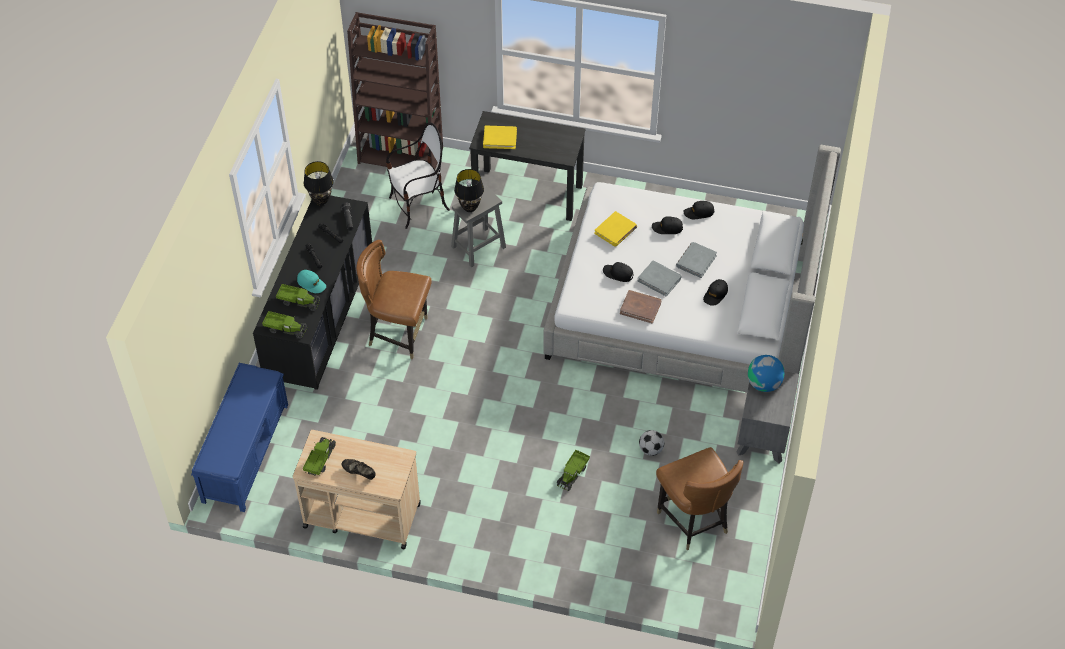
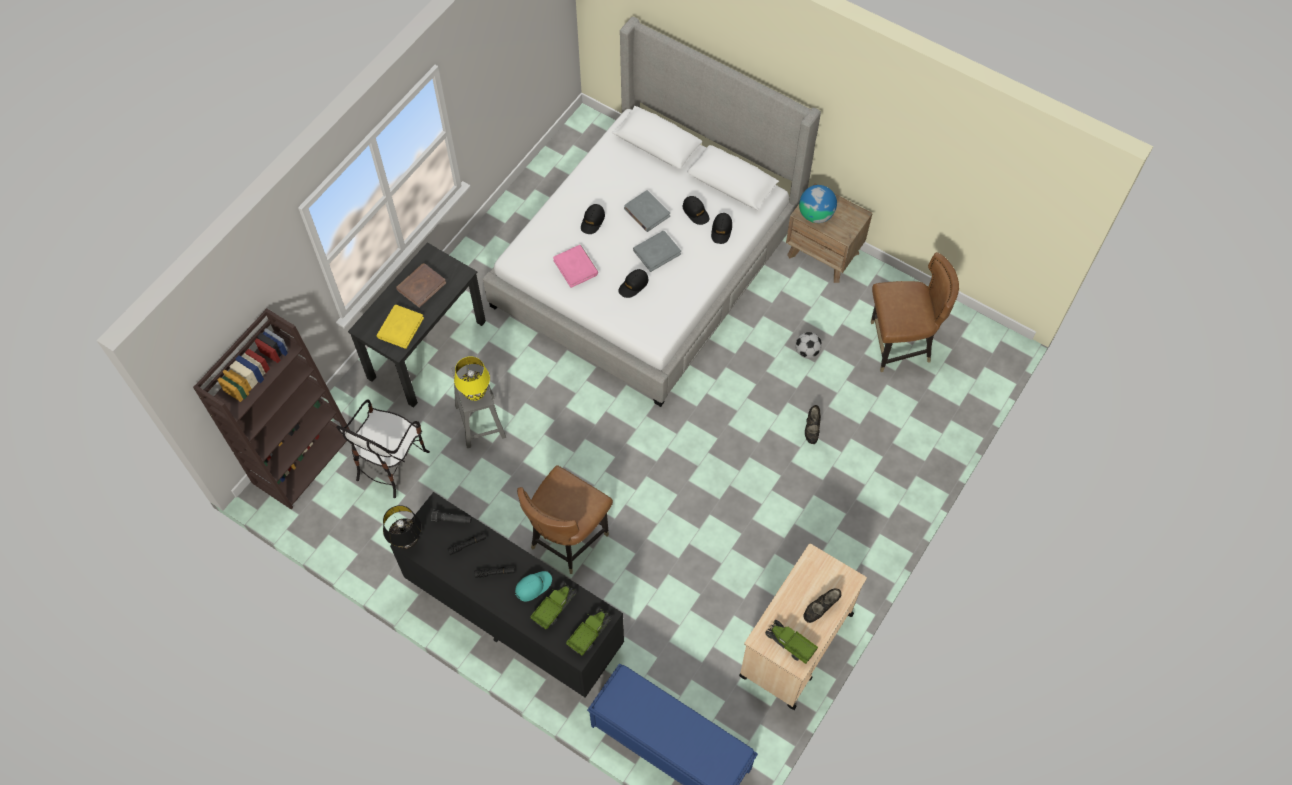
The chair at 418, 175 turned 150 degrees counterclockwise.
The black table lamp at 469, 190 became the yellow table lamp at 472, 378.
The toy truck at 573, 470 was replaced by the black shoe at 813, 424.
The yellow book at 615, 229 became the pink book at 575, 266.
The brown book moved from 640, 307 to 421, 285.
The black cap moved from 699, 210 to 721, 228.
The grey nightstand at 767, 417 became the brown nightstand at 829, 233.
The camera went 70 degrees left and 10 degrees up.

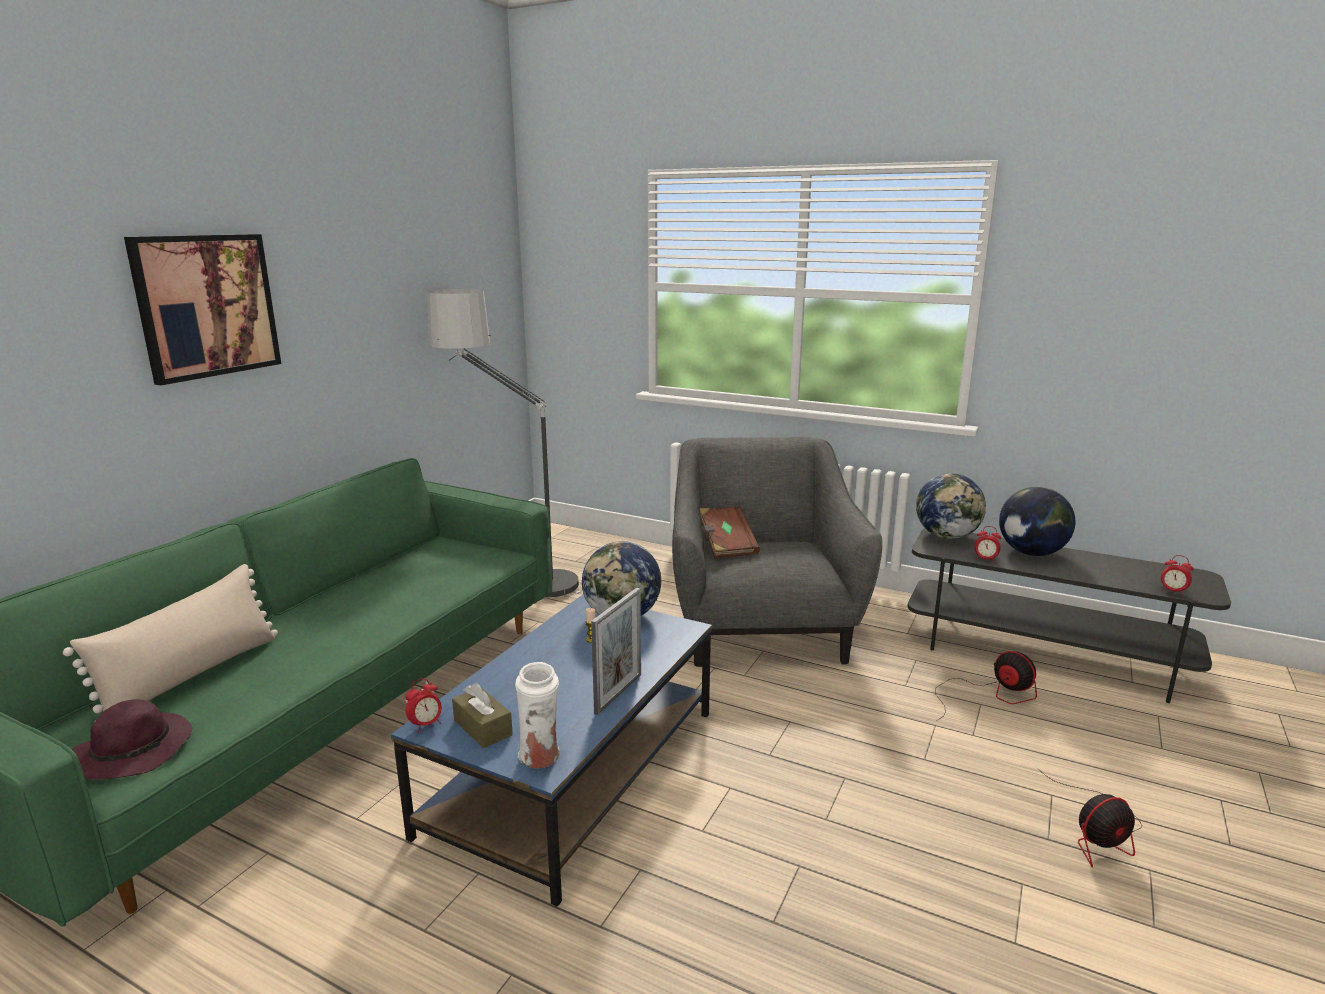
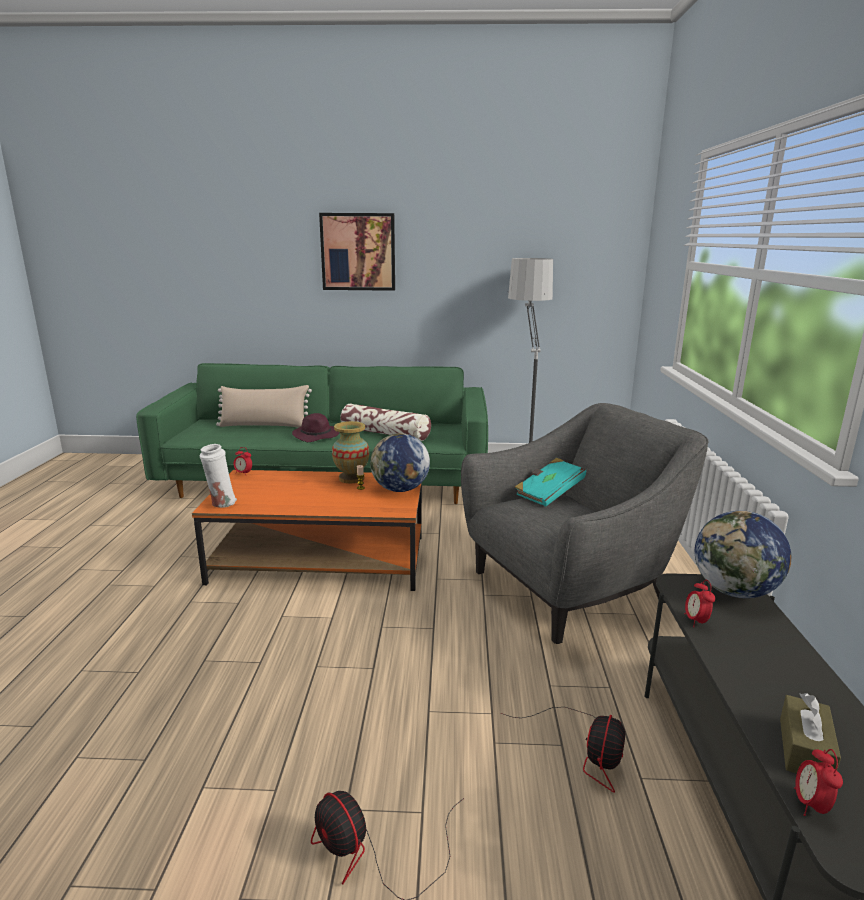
The purple hat moved from 132, 739 to 316, 427.
The blue coffee table at 551, 750 became the orange coffee table at 307, 530.
The brown tissue box moved from 482, 715 to 810, 733.
The picture frame at 616, 651 disappeared.
The brown book at 730, 532 became the turquoise book at 550, 482.
The globe at 1037, 521 disappeared.
The vase at 350, 452 appeared.
The pillow at 386, 422 appeared.
The camera went 65 degrees right and 0 degrees up.

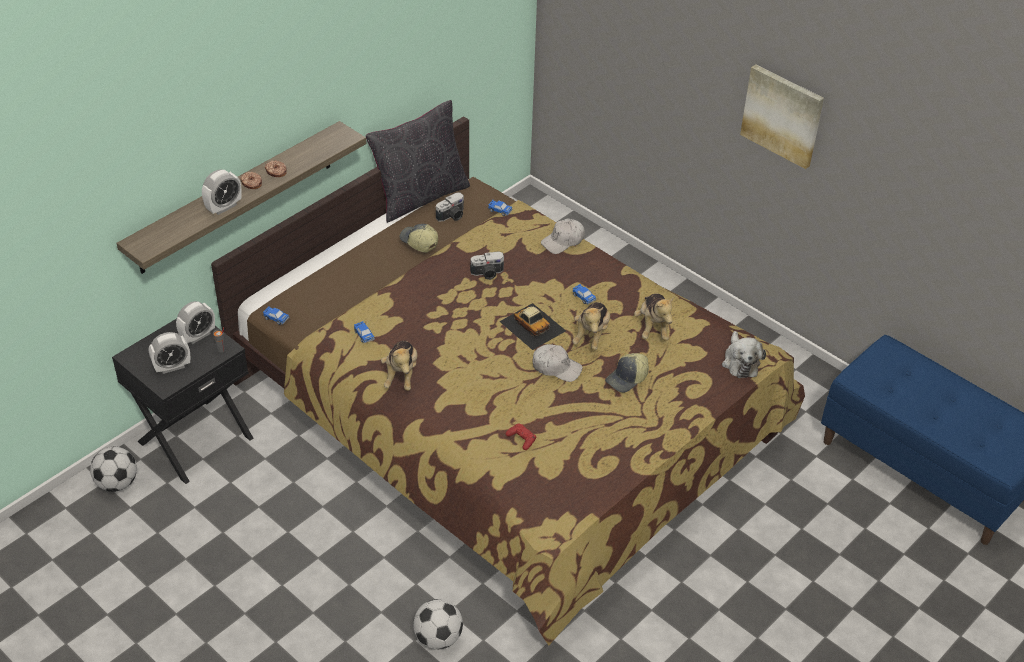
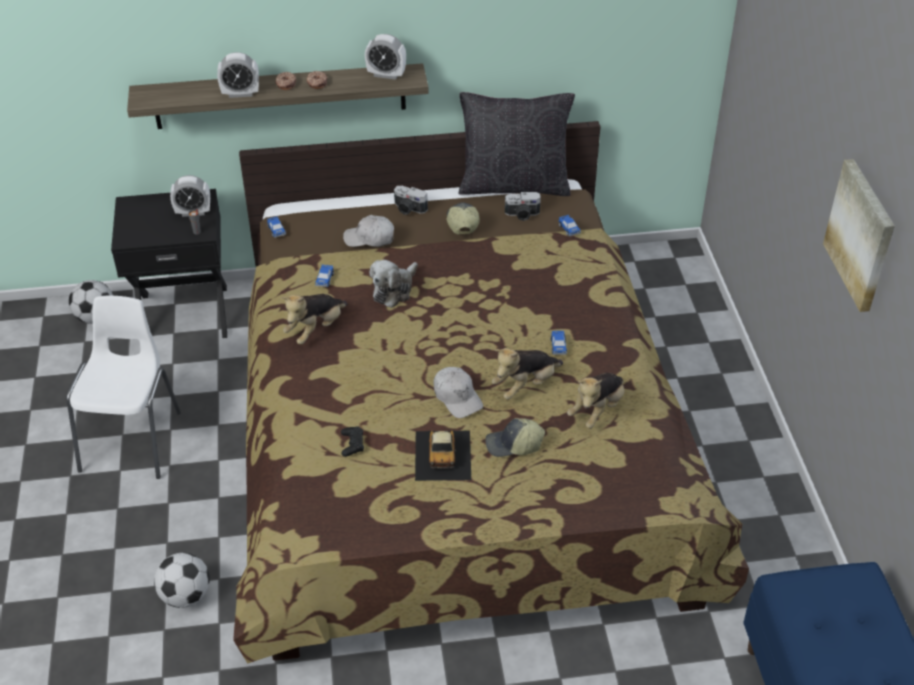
The alarm clock moved from 169, 353 to 385, 57.
The photo camera moved from 487, 265 to 411, 200.
The toy car moved from 532, 326 to 443, 455.
The red game controller at 521, 437 became the black game controller at 352, 441.
The white cap moved from 563, 236 to 368, 231.
The plush toy moved from 744, 354 to 393, 284.
The white chair at 124, 387 appeared.
The camera went 40 degrees right and 0 degrees up.

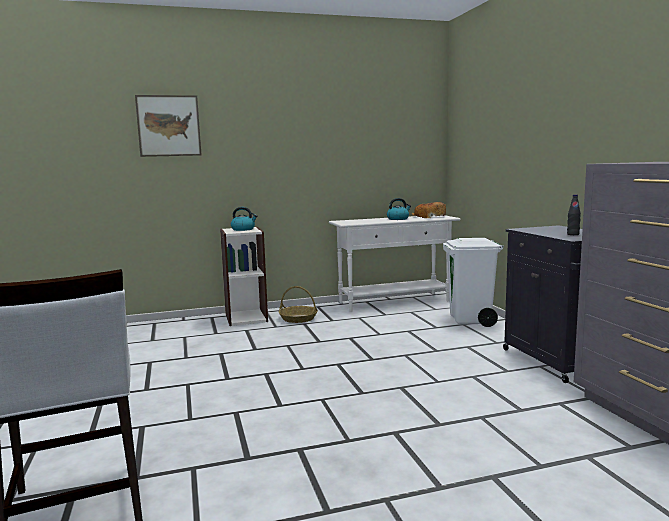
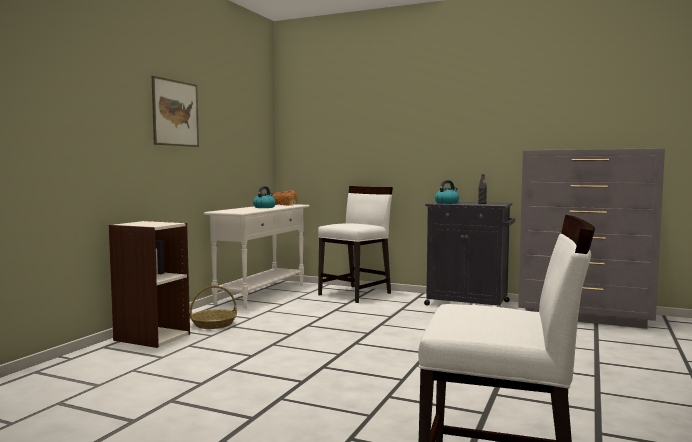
The picture moved from 168, 126 to 175, 111.
The kettle moved from 244, 219 to 447, 192.
The white trash can at 473, 282 was replaced by the white chair at 355, 244.
The camera went 50 degrees left and 5 degrees down.

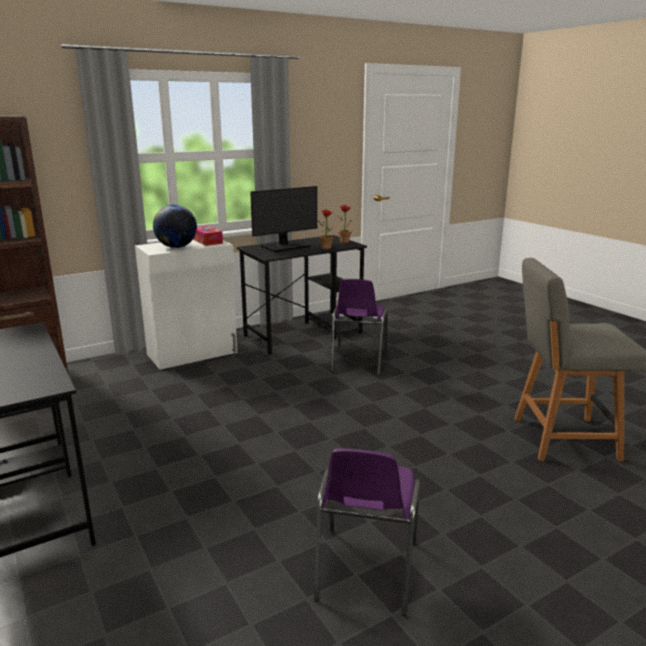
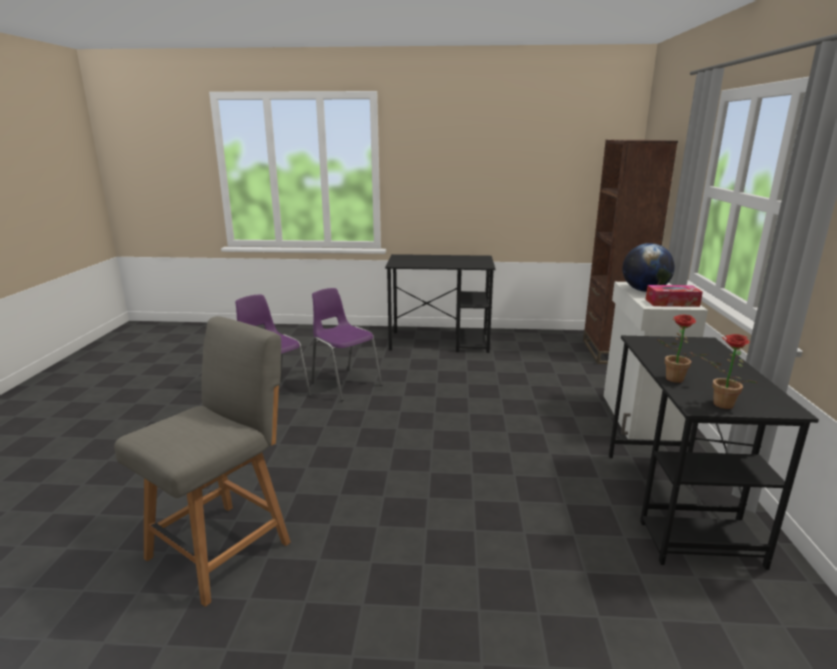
The monitor at 283, 219 disappeared.
The purple chair moved from 359, 327 to 346, 344.
The camera went 125 degrees right and 0 degrees up.

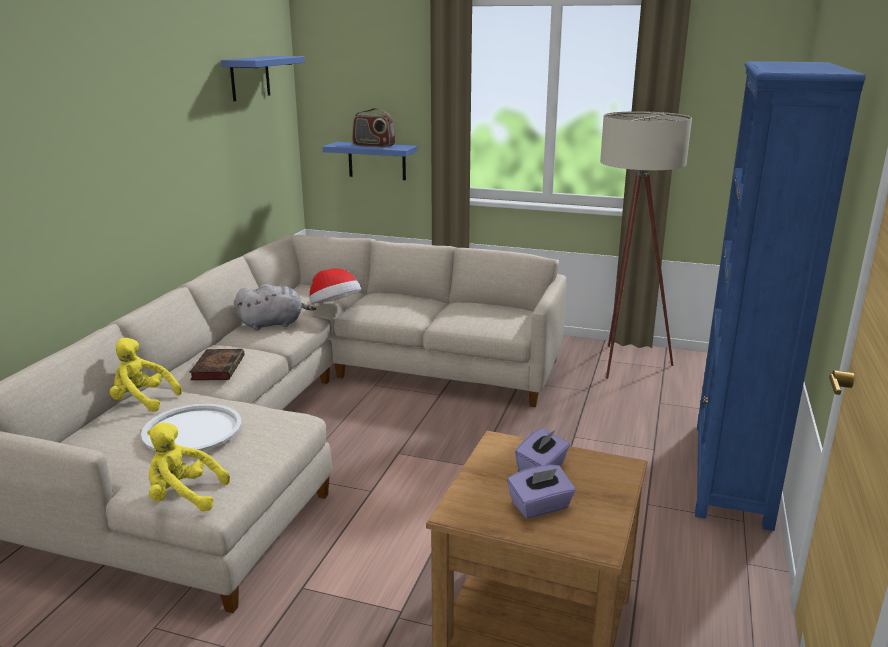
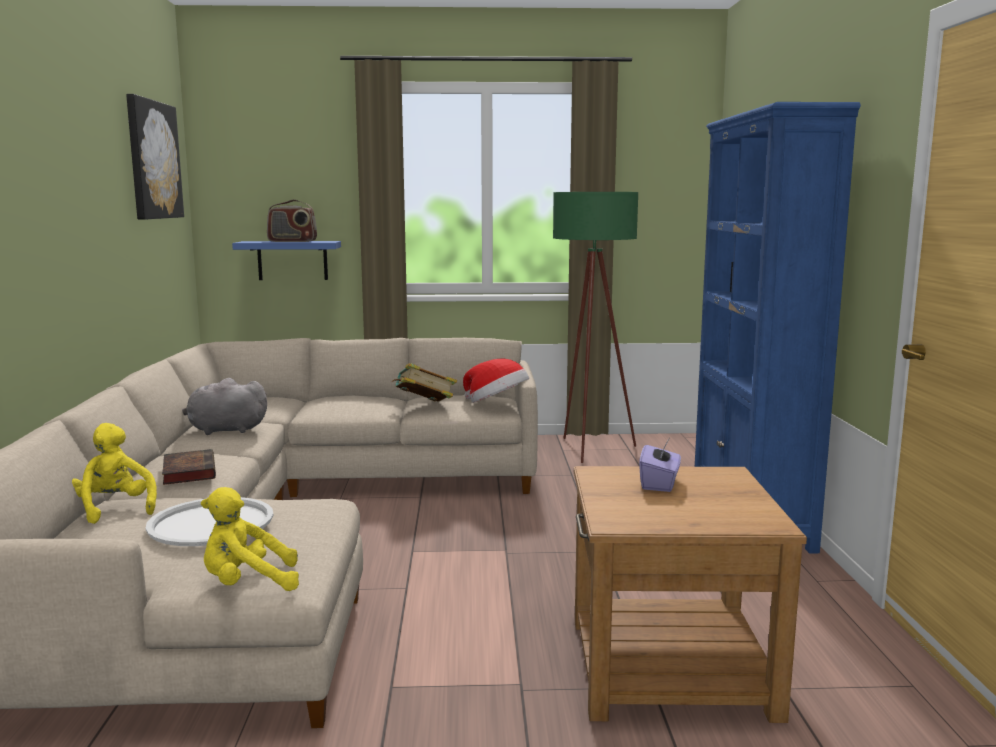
The yellow plush toy at 146, 375 turned 60 degrees clockwise.
The blue shelf at 263, 78 was replaced by the picture at 155, 157.
The grey plush toy at 276, 307 turned 150 degrees counterclockwise.
The hat moved from 335, 286 to 496, 381.
The purple tissue box at 541, 492 disappeared.
The beige floor lamp at 646, 245 became the green floor lamp at 595, 327.
The book at 424, 382 appeared.
The camera went 20 degrees left and 10 degrees down.

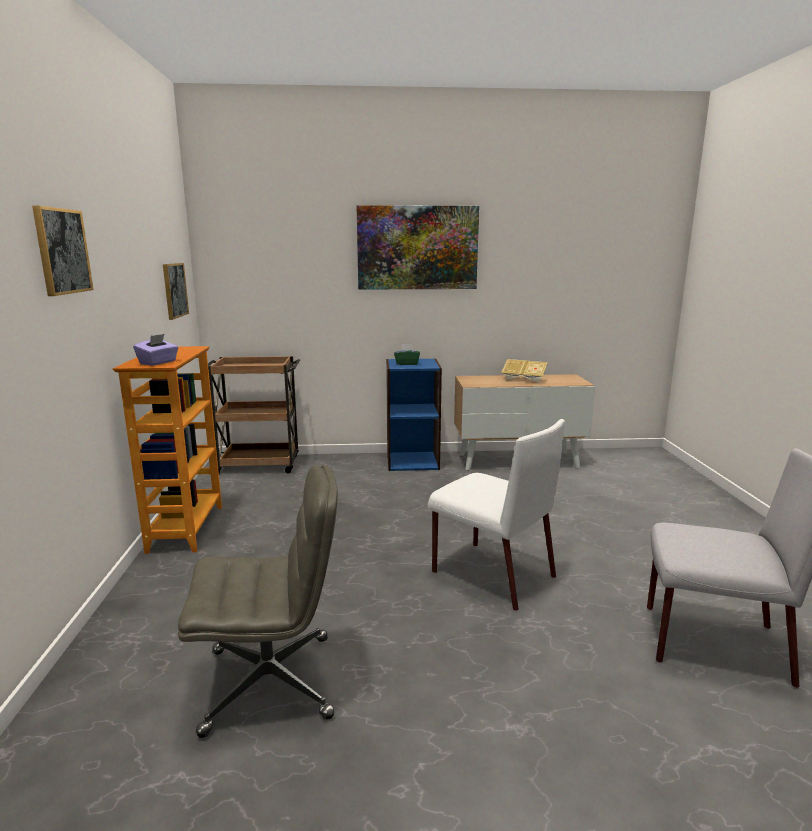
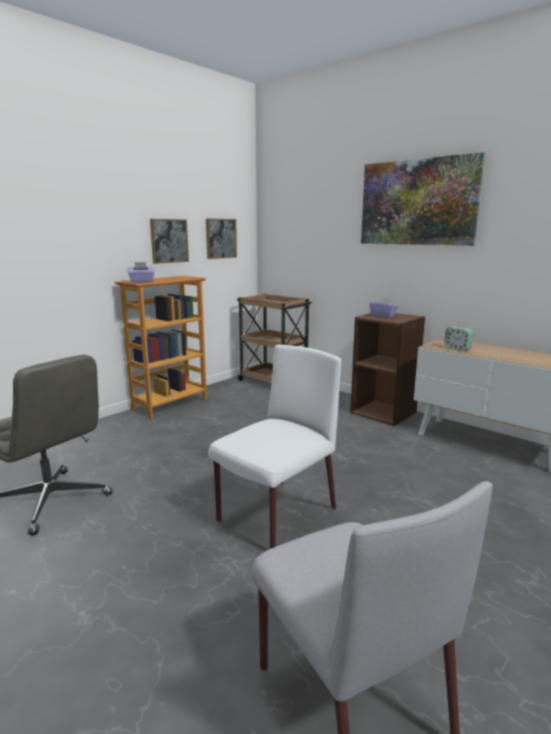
The picture moved from 63, 251 to 169, 241.
The blue bookcase at 414, 414 became the brown bookcase at 387, 369.
The green tissue box at 407, 354 became the purple tissue box at 383, 307.
The white chair at 496, 515 turned 135 degrees counterclockwise.
The book at 524, 371 disappeared.
The alarm clock at 458, 339 appeared.
The camera went 45 degrees right and 0 degrees up.

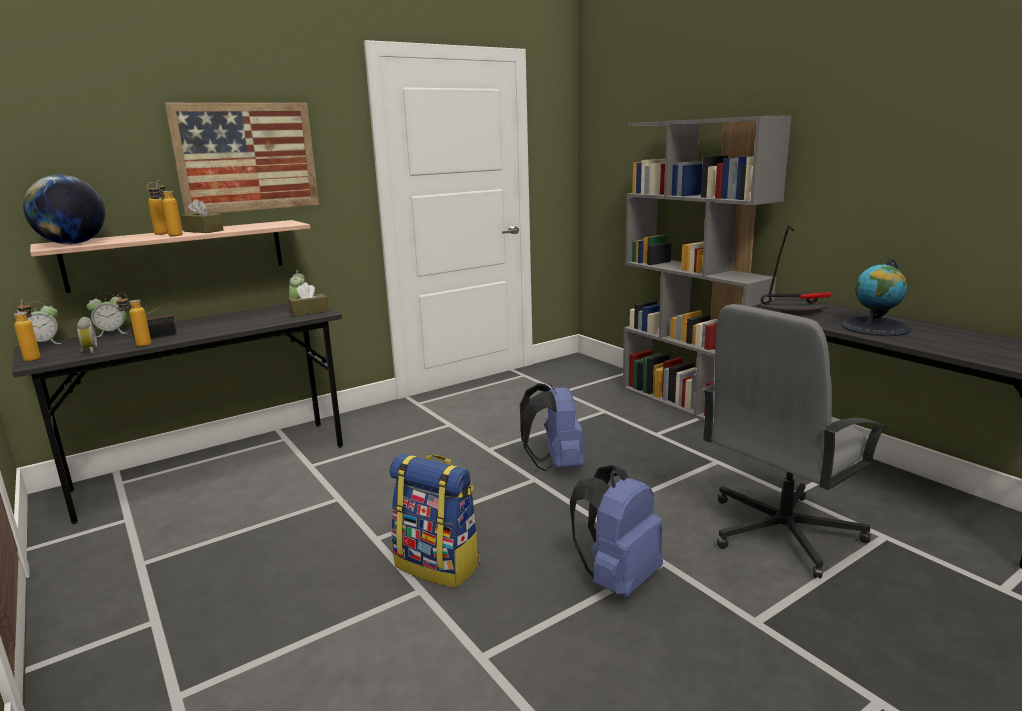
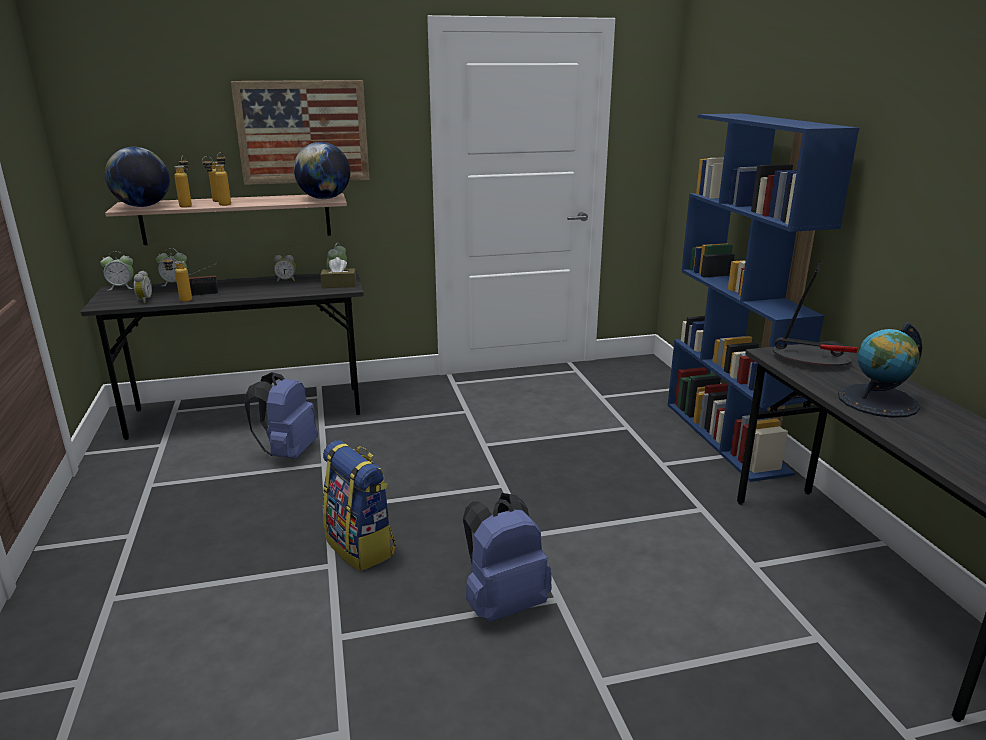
The bottle moved from 27, 330 to 183, 182.
The brown tissue box at 202, 216 disappeared.
The blue backpack moved from 552, 427 to 281, 415.
The grey bookcase at 707, 270 became the blue bookcase at 763, 297.
The grey office chair at 795, 441 disappeared.
The alarm clock at 285, 268 appeared.
The globe at 322, 170 appeared.
The camera went 20 degrees right and 5 degrees up.

